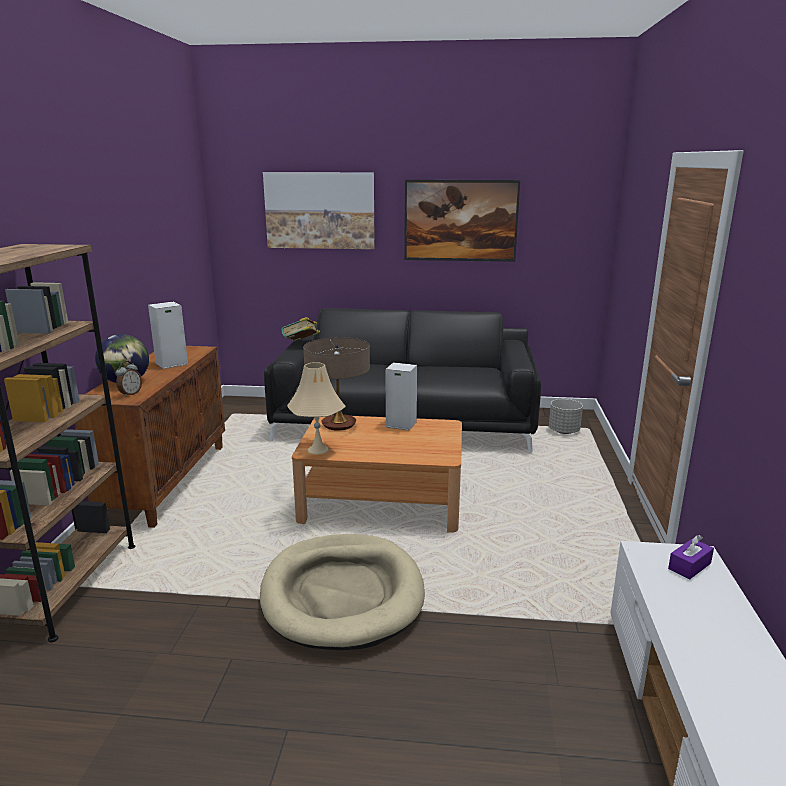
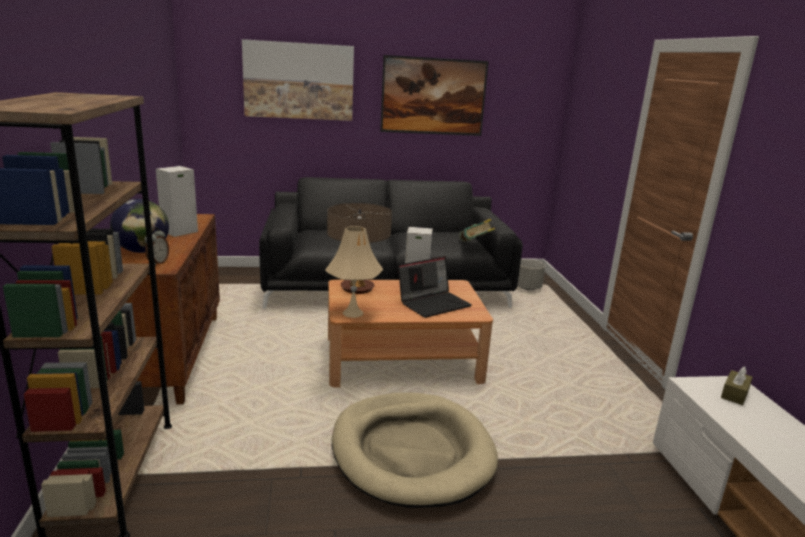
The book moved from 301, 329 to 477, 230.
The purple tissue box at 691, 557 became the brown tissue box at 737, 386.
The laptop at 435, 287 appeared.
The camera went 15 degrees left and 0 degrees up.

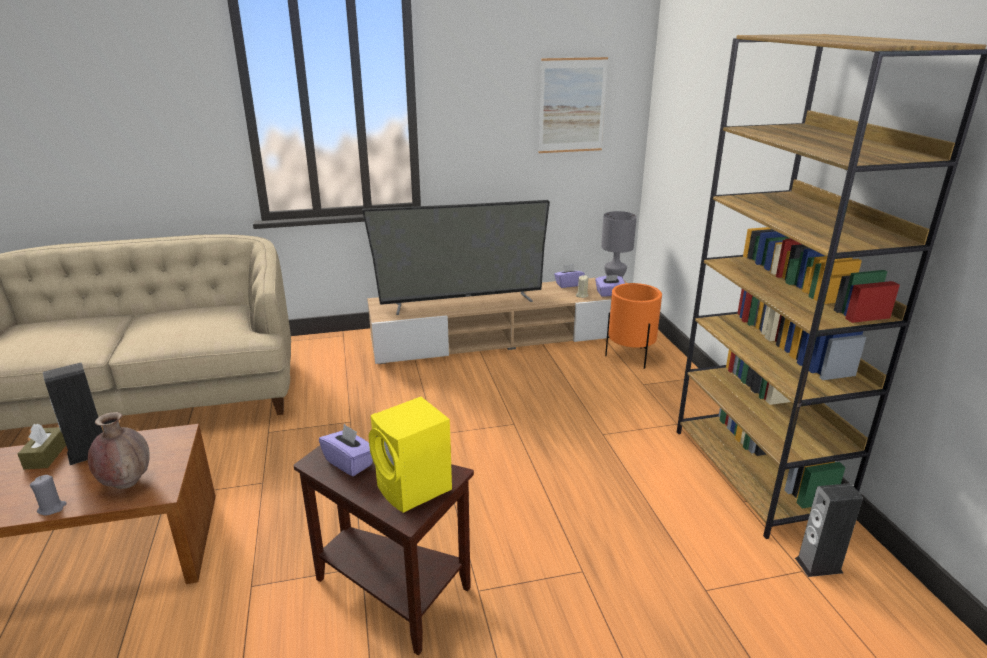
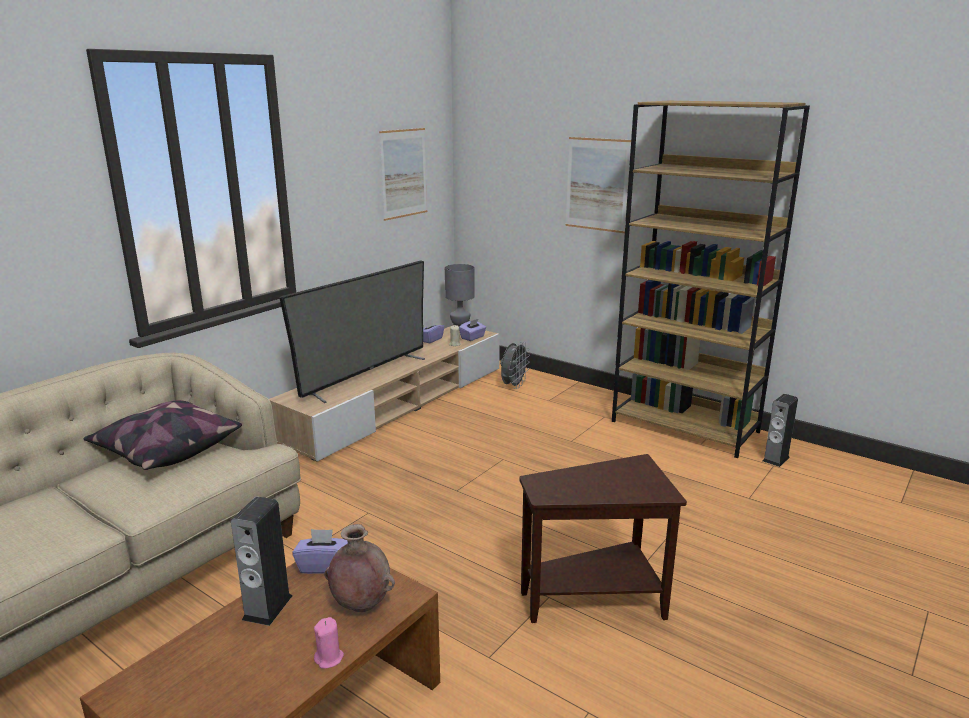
The brown tissue box at 42, 446 disappeared.
The grey candle at 48, 495 became the pink candle at 329, 643.
The purple tissue box moved from 346, 450 to 320, 551.
The yellow speaker at 410, 455 disappeared.
The orange planter at 633, 326 was replaced by the grey fan at 515, 365.
The pillow at 163, 435 appeared.
The picture at 598, 185 appeared.
The camera went 40 degrees left and 5 degrees down.

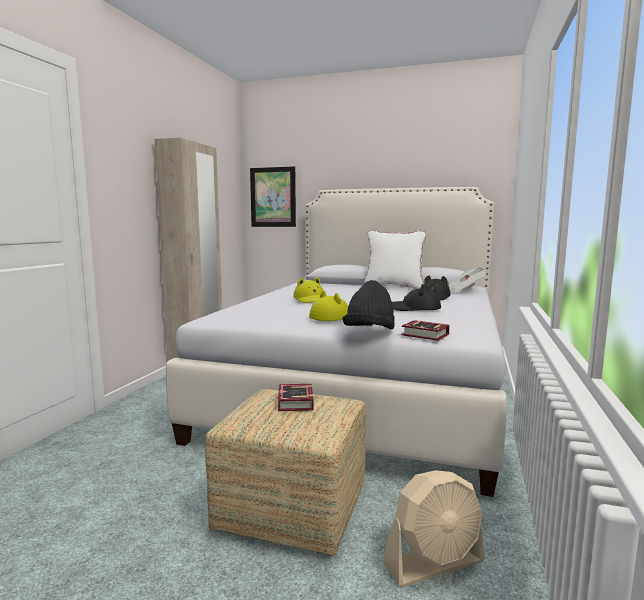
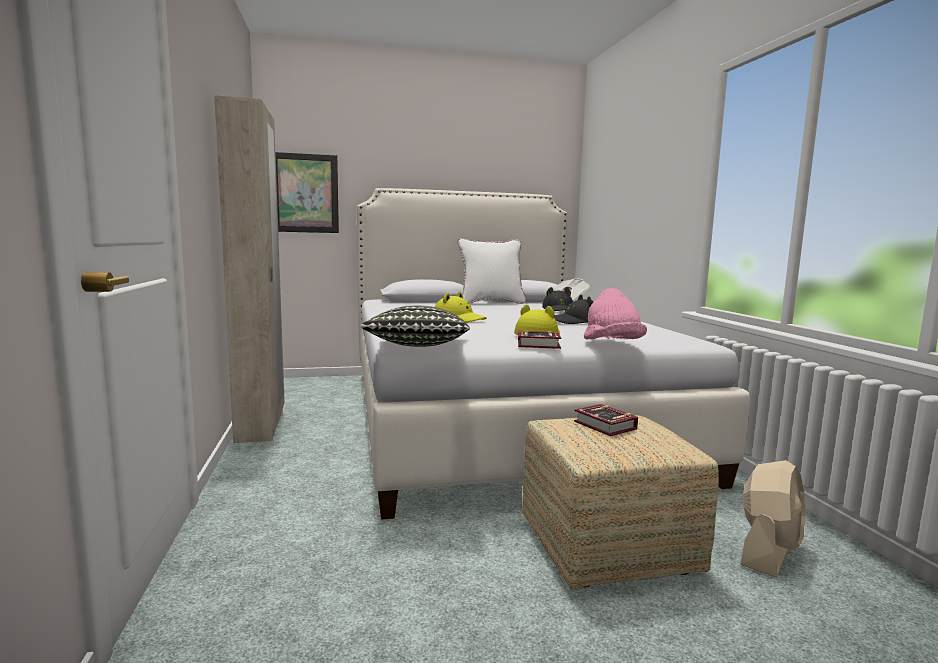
The black hat at 368, 304 became the pink hat at 615, 314.
The book moved from 426, 330 to 539, 339.
The pillow at 415, 326 appeared.
The camera went 30 degrees left and 0 degrees up.

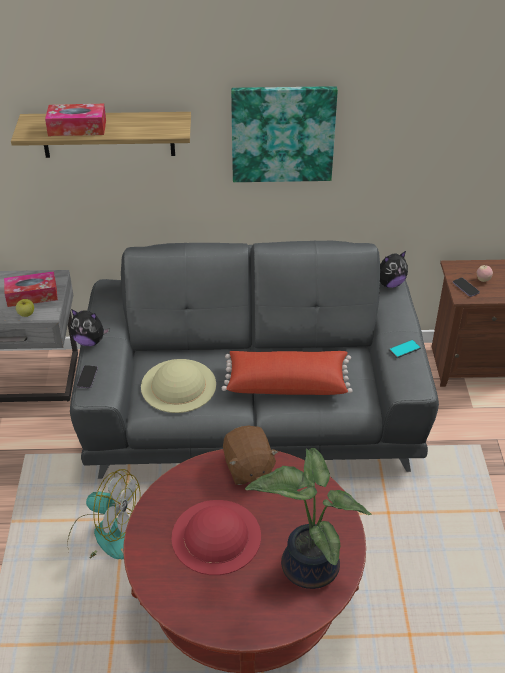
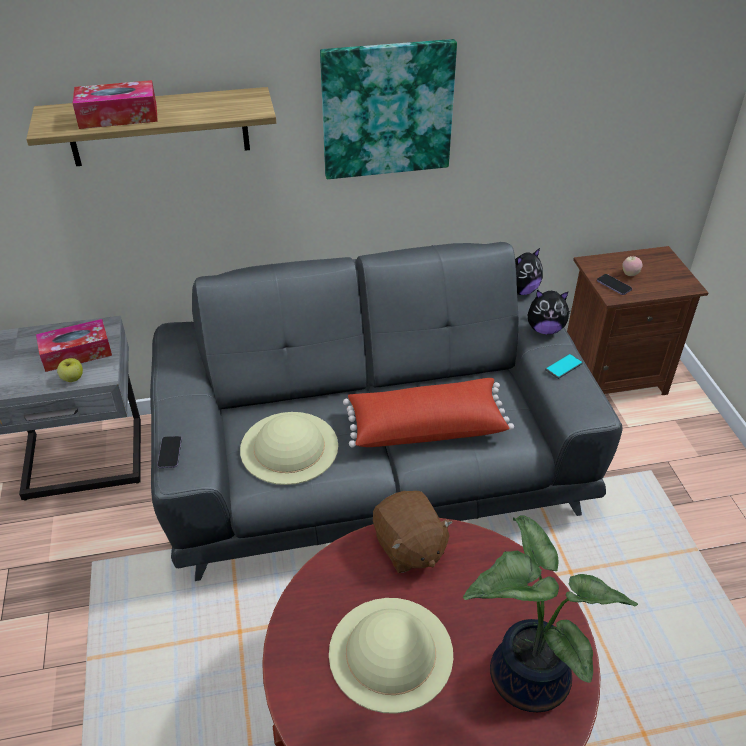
The fan at 104, 514 disappeared.
The plush toy moved from 89, 327 to 549, 312.
The red hat at 216, 537 became the beige hat at 391, 656.
The camera went 10 degrees left and 0 degrees up.

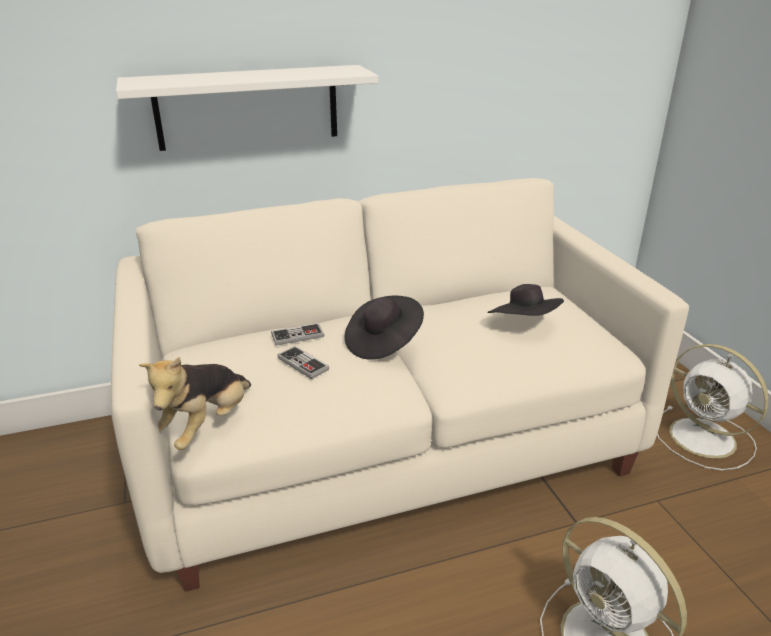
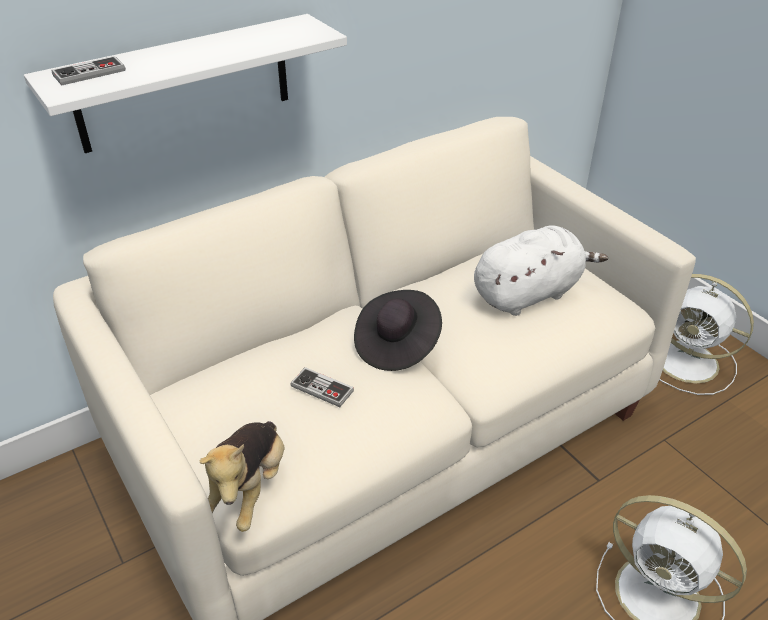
The game controller moved from 297, 334 to 88, 70.
The black hat at 525, 300 was replaced by the white plush toy at 541, 271.
The camera went 15 degrees left and 10 degrees up.

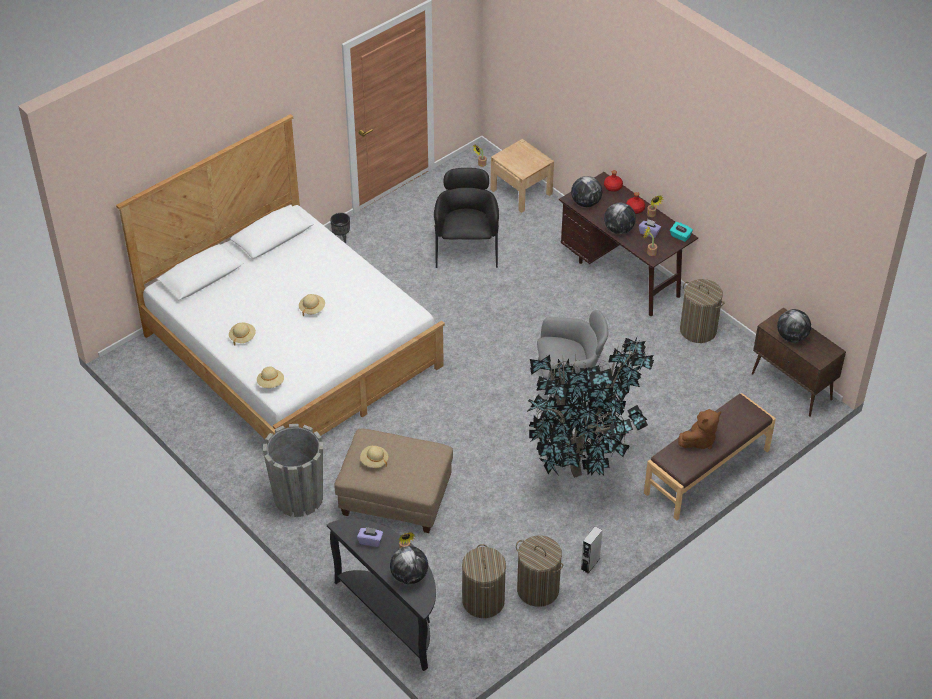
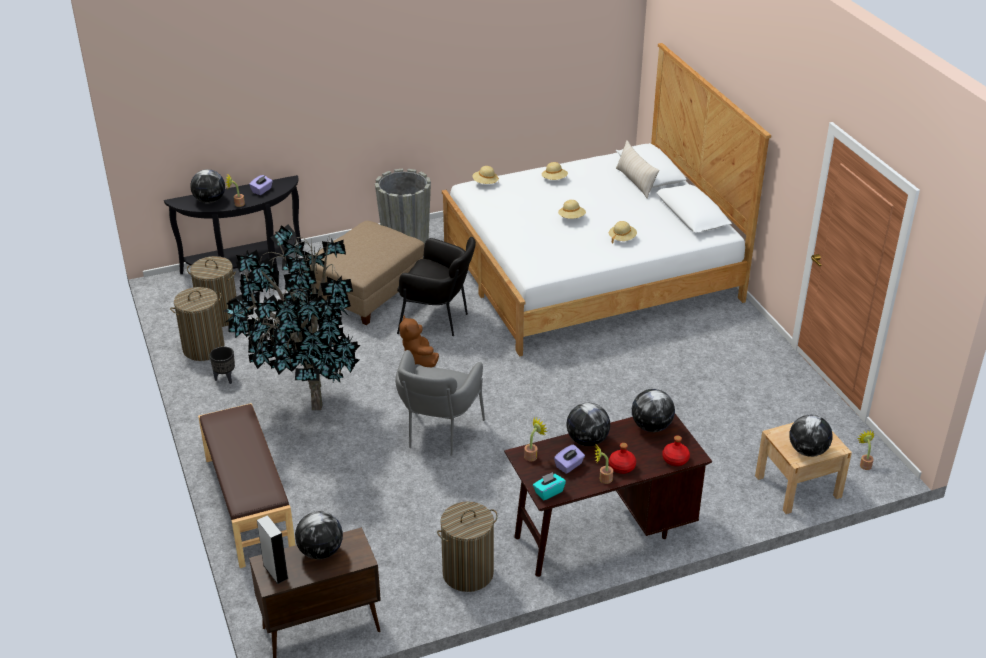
The black planter moved from 340, 228 to 222, 365.
The beige hat moved from 374, 457 to 623, 232.
The black armchair moved from 466, 218 to 436, 286.
The grey speaker moved from 591, 549 to 272, 549.
The brown plush toy moved from 699, 429 to 419, 341.
The beige pillow at 637, 169 appeared.
The globe at 811, 436 appeared.
The camera went 110 degrees right and 10 degrees down.

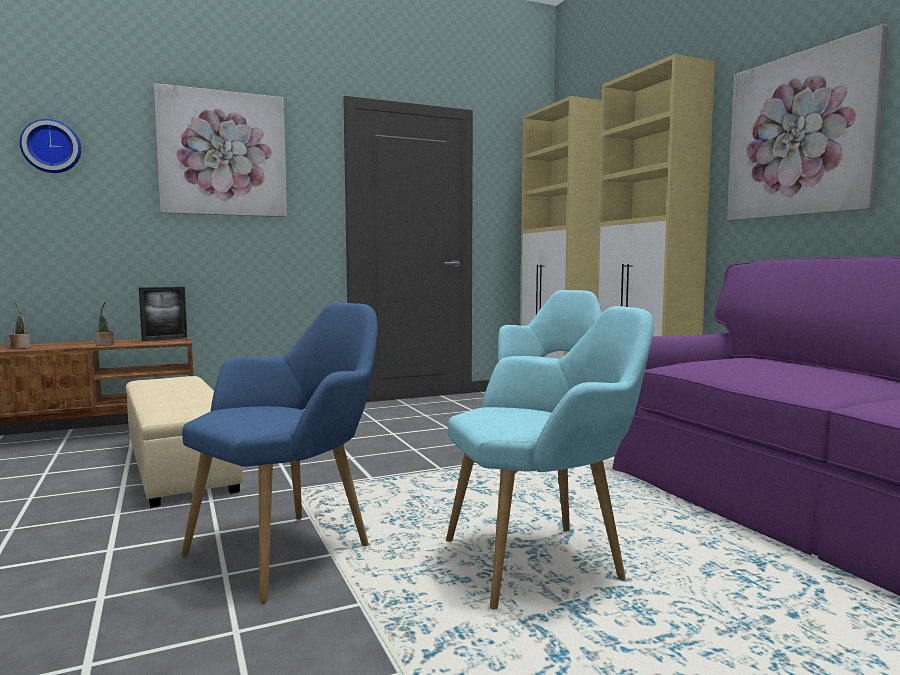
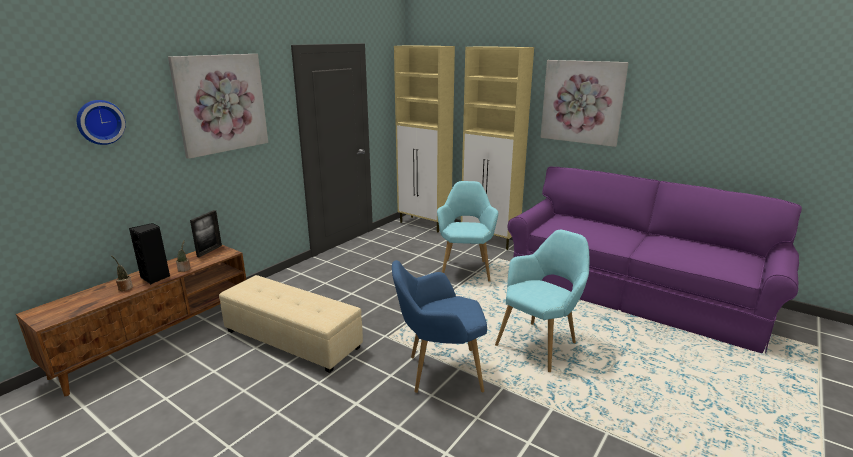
The blue armchair at 279, 453 turned 105 degrees counterclockwise.
The black speaker at 149, 254 appeared.
The camera went 30 degrees left and 15 degrees up.

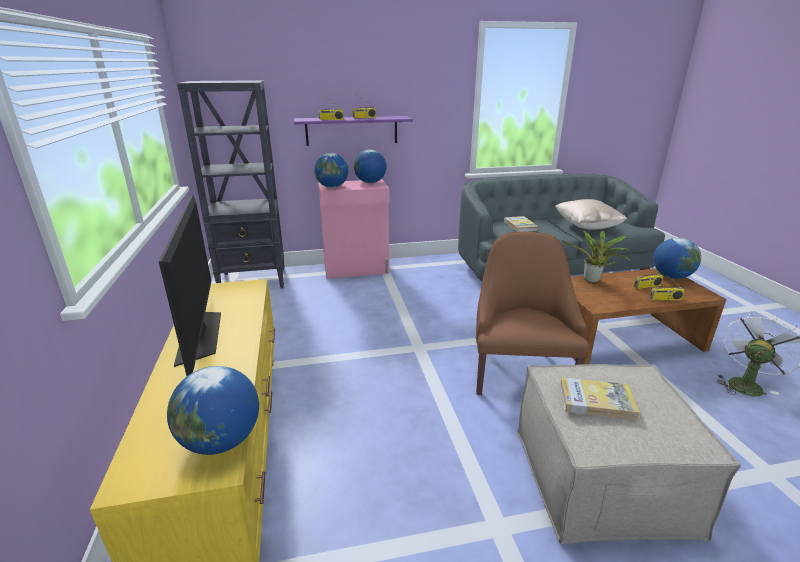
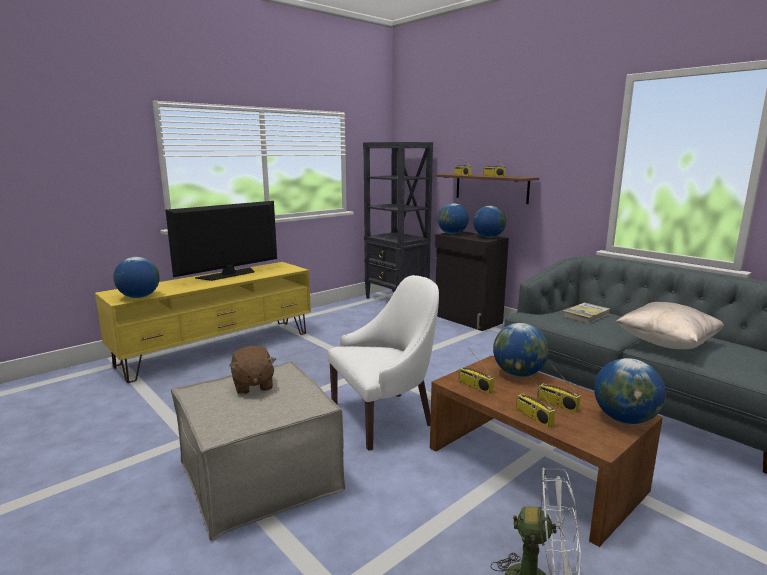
The purple shelf at 353, 131 became the brown shelf at 486, 189.
The pink cabinet at 353, 229 became the black cabinet at 472, 281.
The brown armchair at 532, 313 became the white armchair at 383, 363.
The book at 600, 398 was replaced by the brown plush toy at 252, 370.
The potted plant at 596, 257 was replaced by the globe at 521, 350.
The radio at 476, 372 appeared.
The camera went 60 degrees right and 10 degrees down.

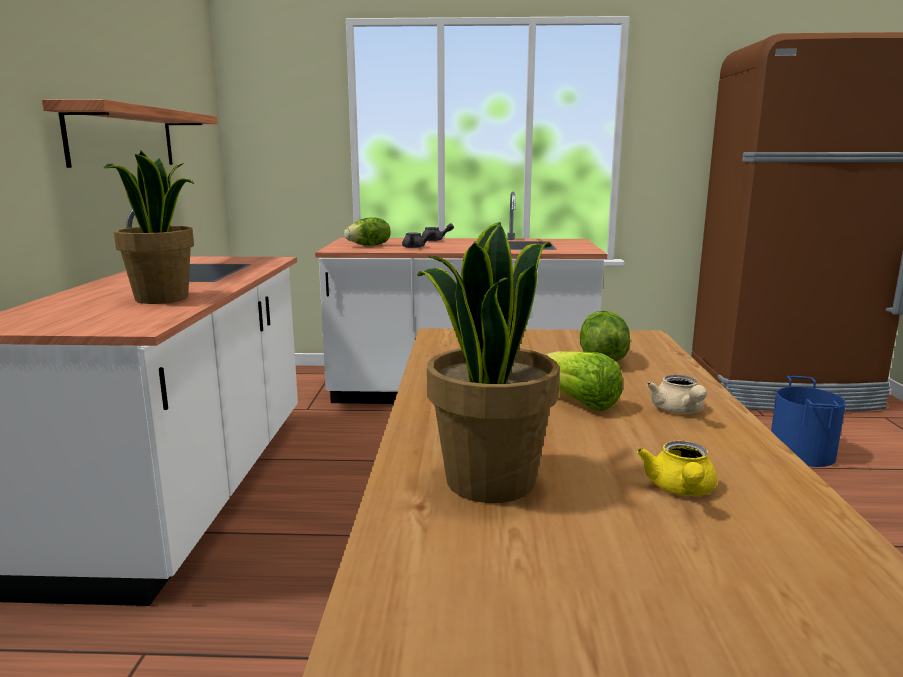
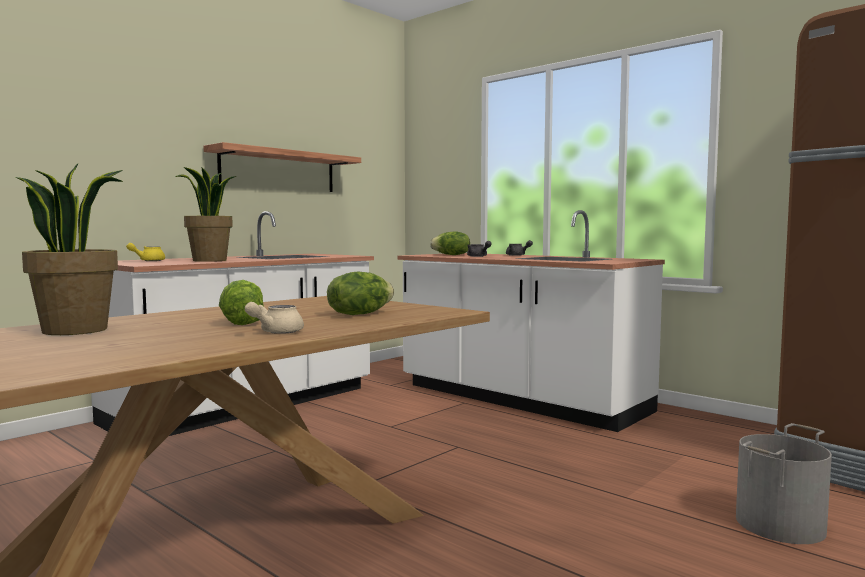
The yellow teapot moved from 677, 468 to 145, 252.
The blue bucket at 808, 421 became the grey bucket at 784, 483.
The camera went 40 degrees right and 10 degrees down.

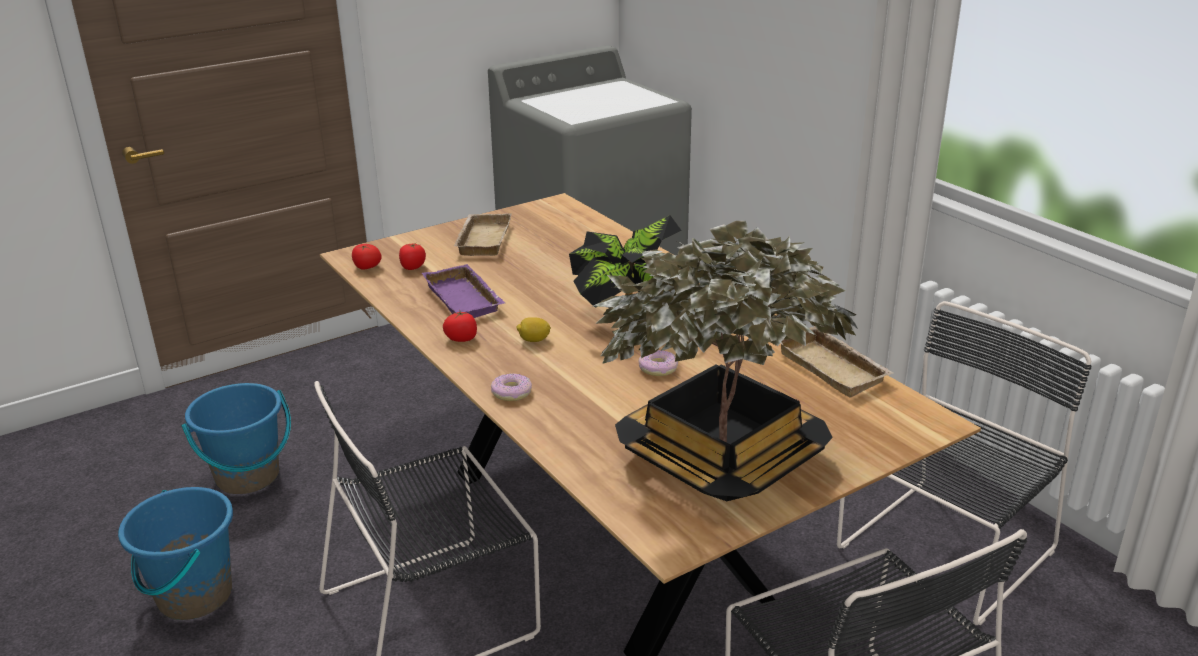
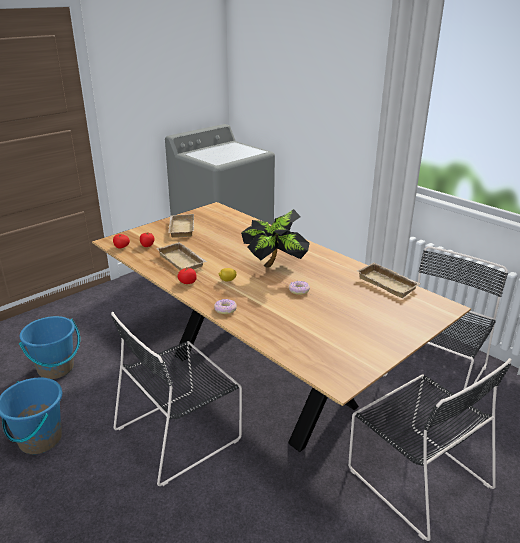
The purple tray at 463, 291 became the beige tray at 181, 256.
The potted plant at 726, 361 disappeared.
The camera went 10 degrees left and 0 degrees up.

